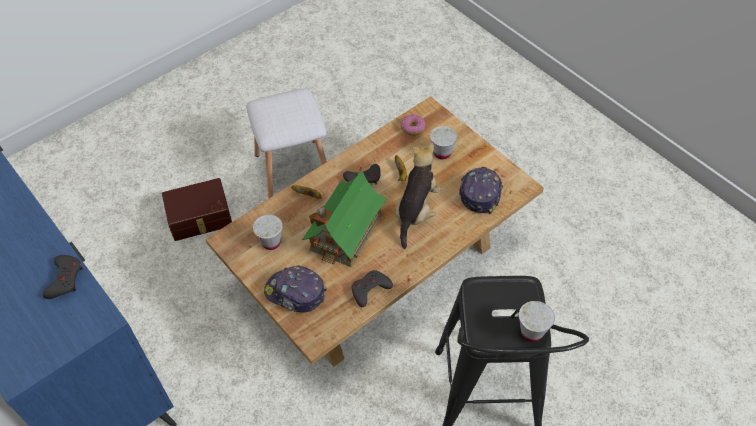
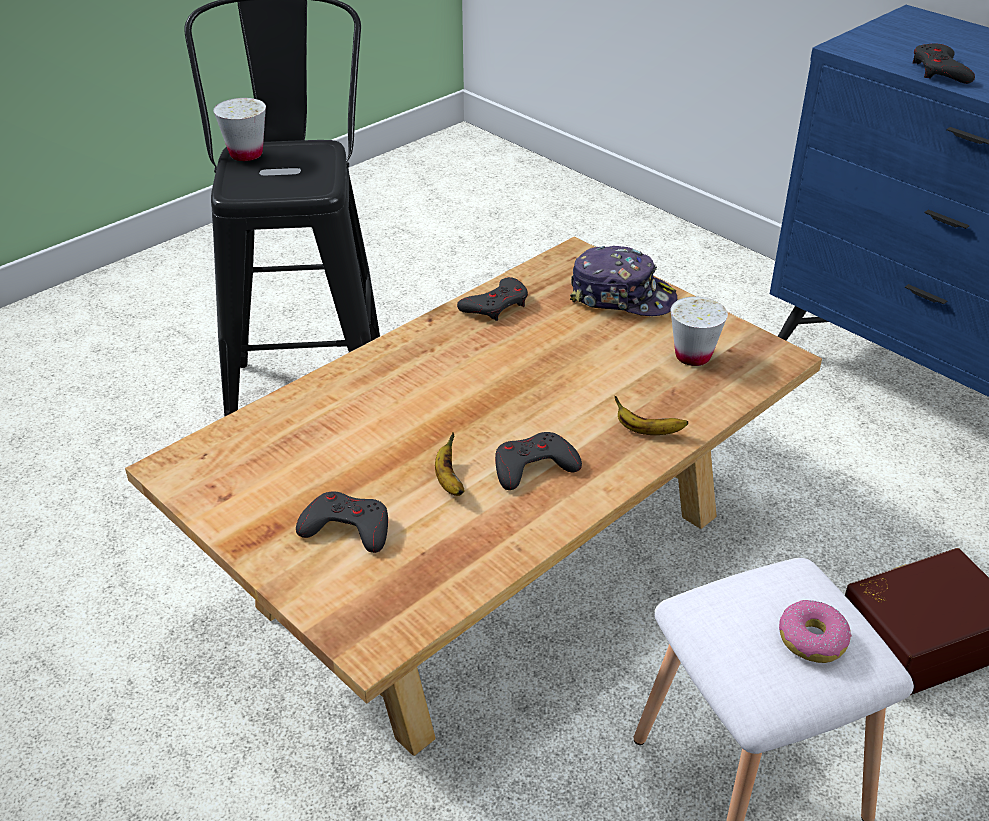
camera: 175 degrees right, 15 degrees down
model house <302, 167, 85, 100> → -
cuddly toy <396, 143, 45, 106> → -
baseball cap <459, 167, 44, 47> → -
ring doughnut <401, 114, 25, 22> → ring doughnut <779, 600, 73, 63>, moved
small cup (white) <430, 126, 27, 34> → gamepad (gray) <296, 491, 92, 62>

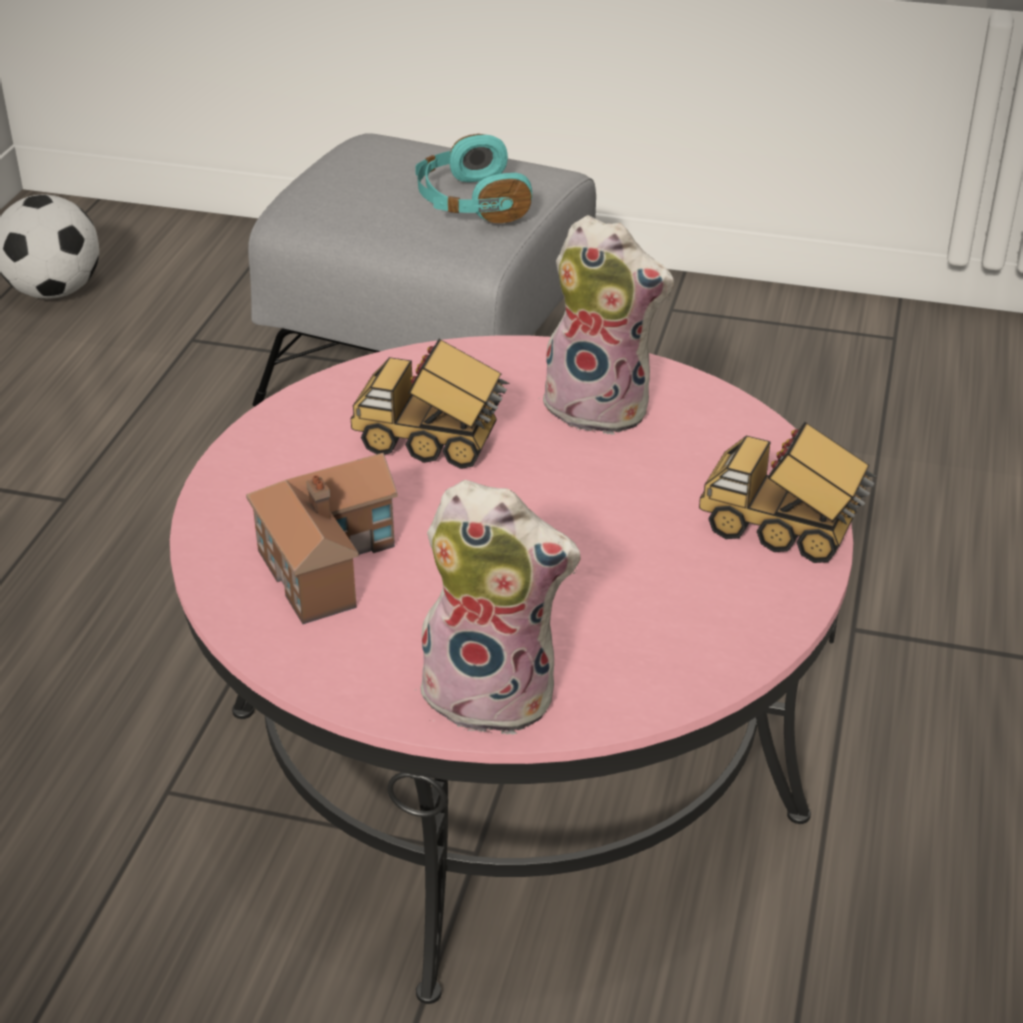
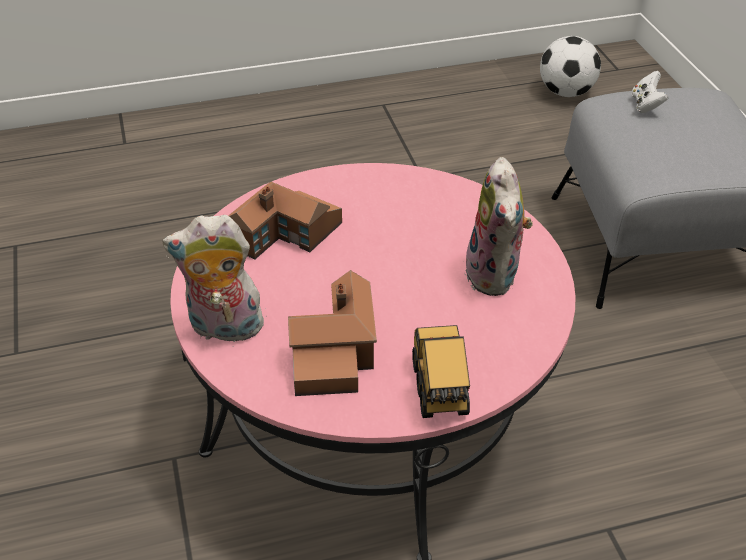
camera: 60 degrees right, 5 degrees up
model truck <351, 339, 159, 130> → -
pair of headphones (blue-green) <416, 134, 116, 89> → -
- → model house <288, 270, 89, 126>
- → gamepad (white) <632, 71, 36, 42>
cuddly toy <415, 480, 165, 255> → cuddly toy <162, 215, 104, 129>, 105 degrees clockwise

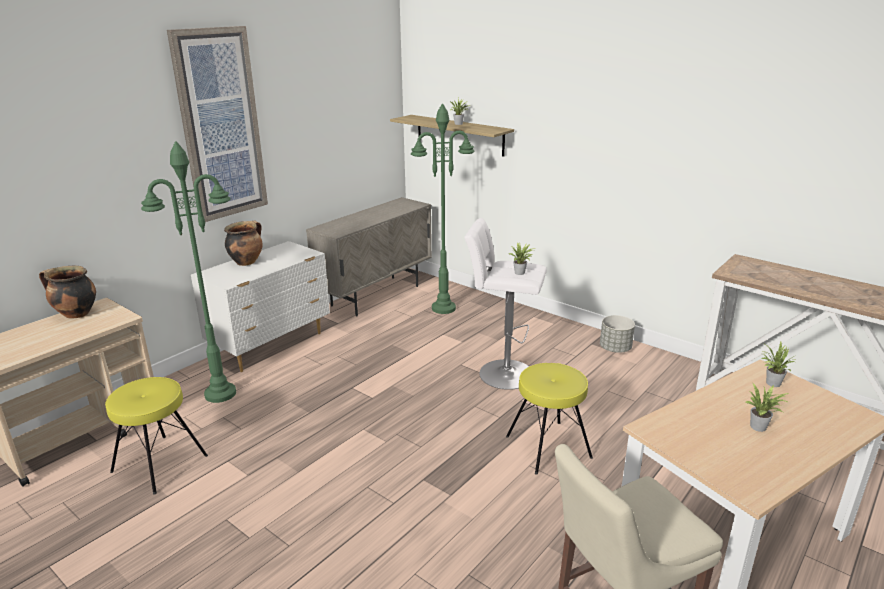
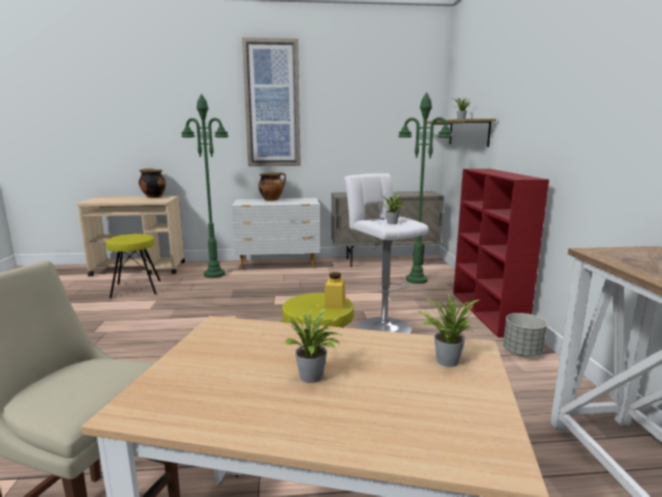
camera: 45 degrees right, 10 degrees down
- → storage jar (yellowish) <324, 272, 21, 37>
- → shelving unit (reddish) <453, 169, 96, 169>

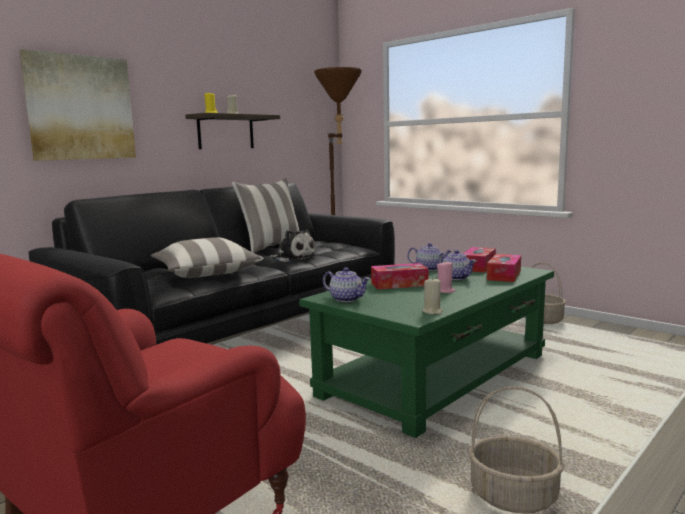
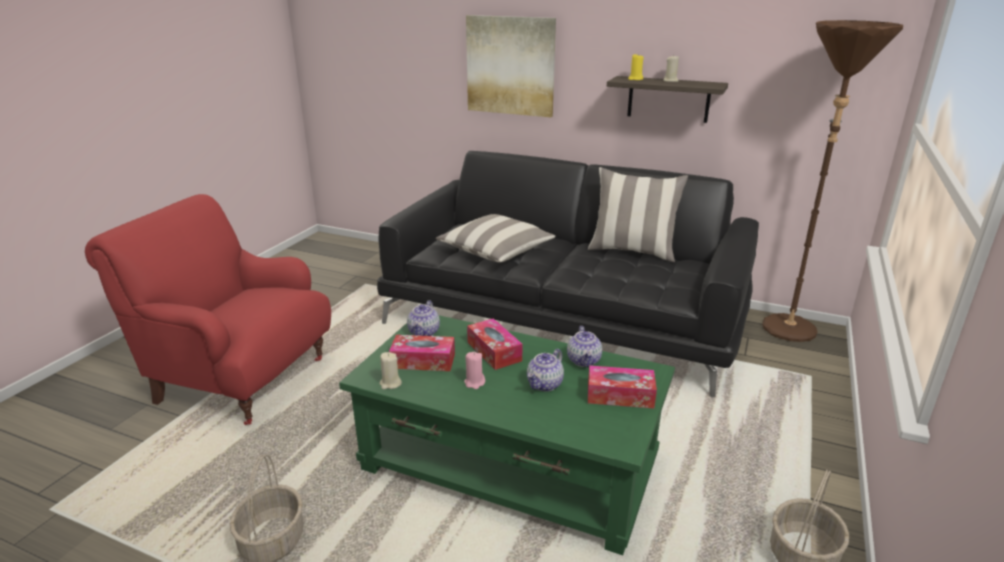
camera: 70 degrees right, 15 degrees up
cuddly toy <271, 230, 45, 32> → -
tissue box <487, 254, 34, 28> → tissue box <389, 335, 66, 36>, moved

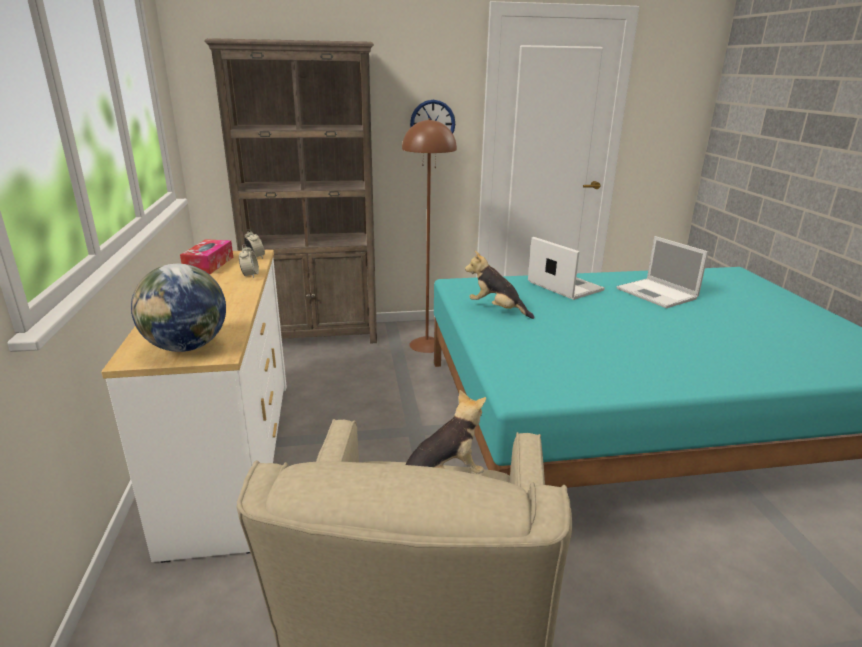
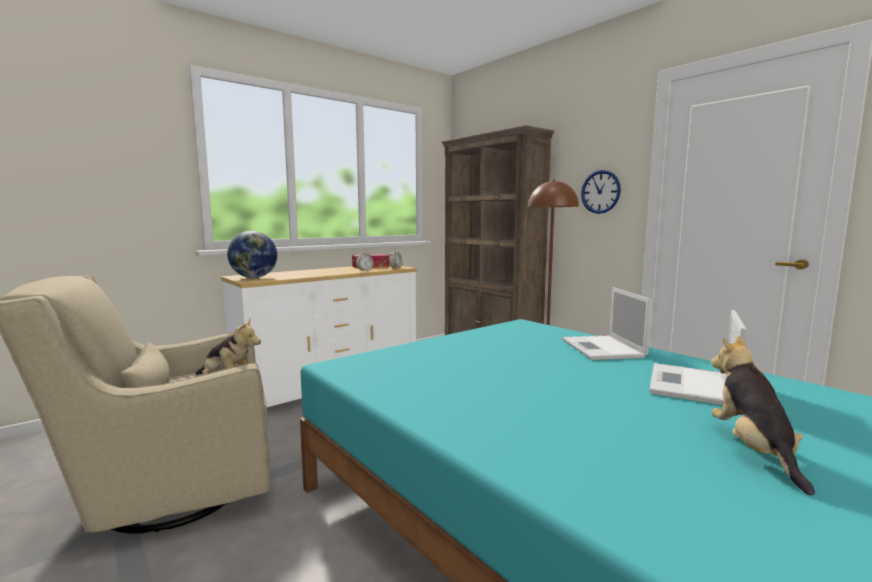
camera: 60 degrees right, 15 degrees down
cuddly toy <465, 251, 70, 68> → cuddly toy <711, 336, 104, 159>, moved
portable computer <528, 237, 77, 63> → portable computer <562, 287, 90, 73>, 150 degrees clockwise

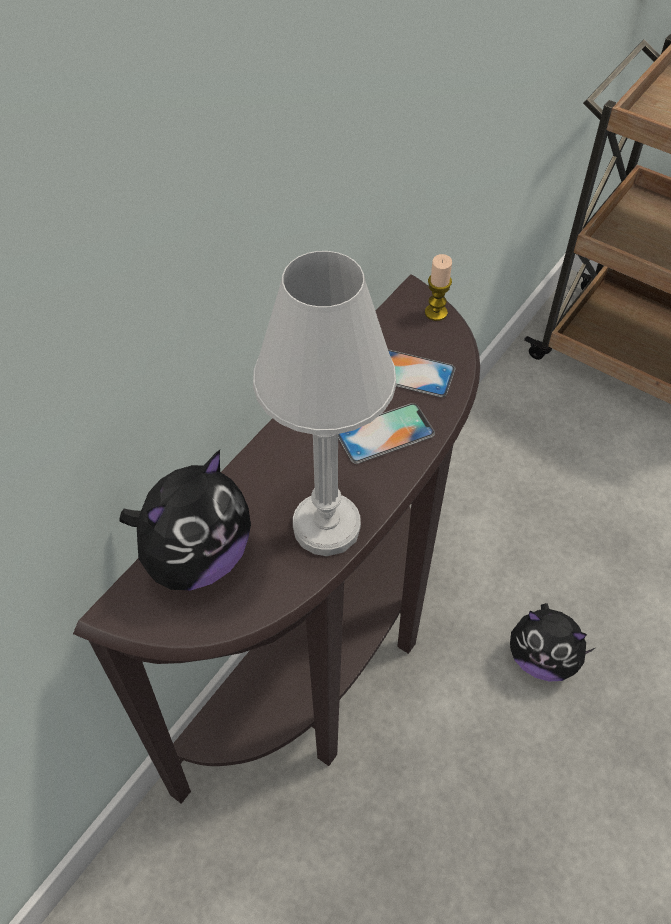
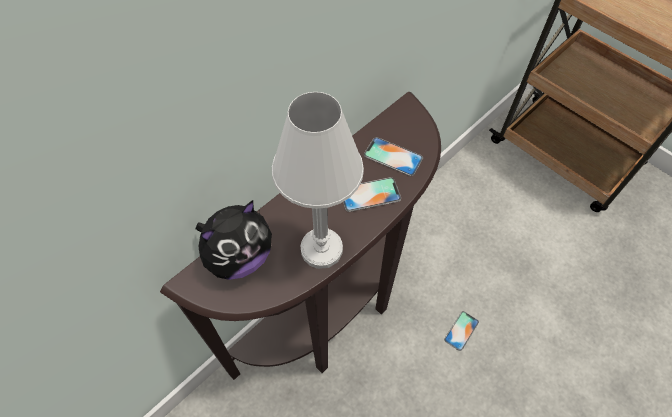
camera: 10 degrees right, 5 degrees up
wax candle <425, 254, 27, 67> → -
cuddly toy <510, 603, 85, 78> → handset <444, 311, 35, 40>

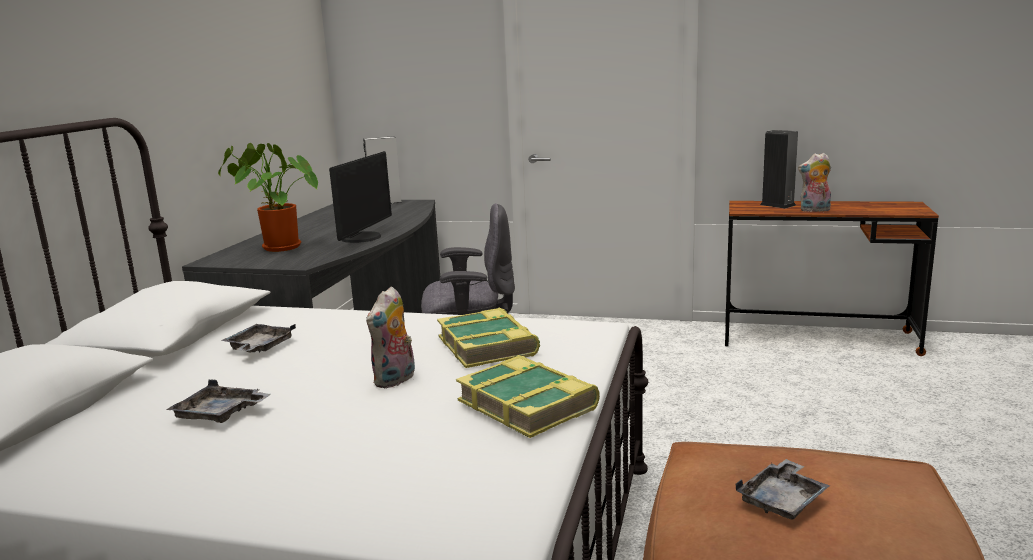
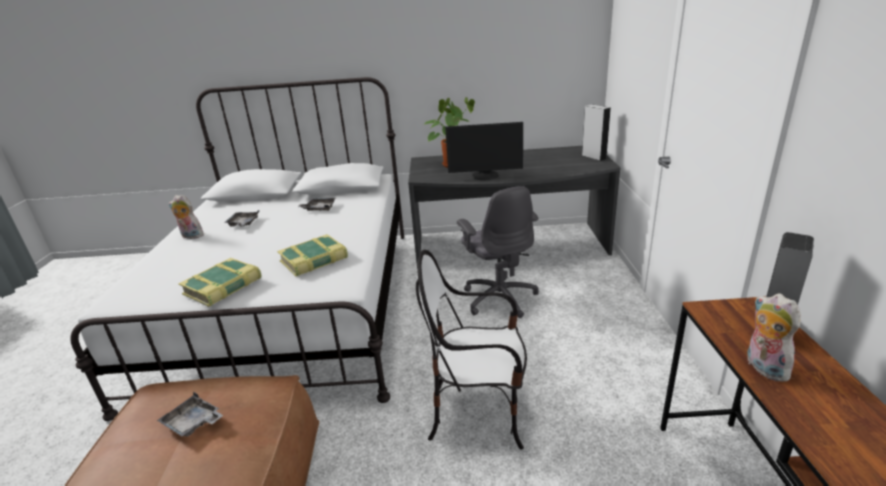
camera: 75 degrees right, 10 degrees up
- → upright chair <416, 250, 111, 200>
cuddly toy <366, 287, 49, 101> → cuddly toy <169, 195, 35, 44>, moved

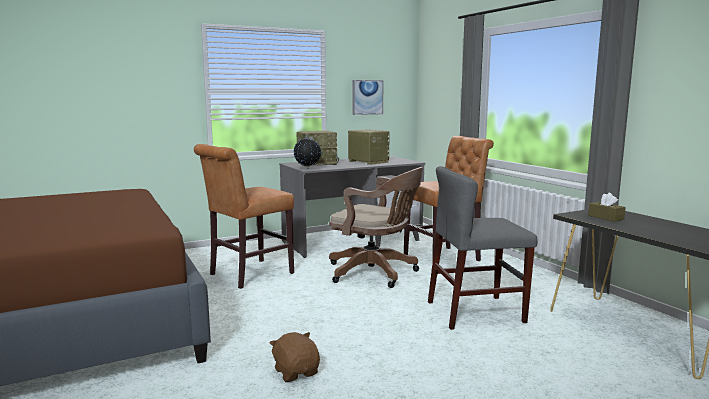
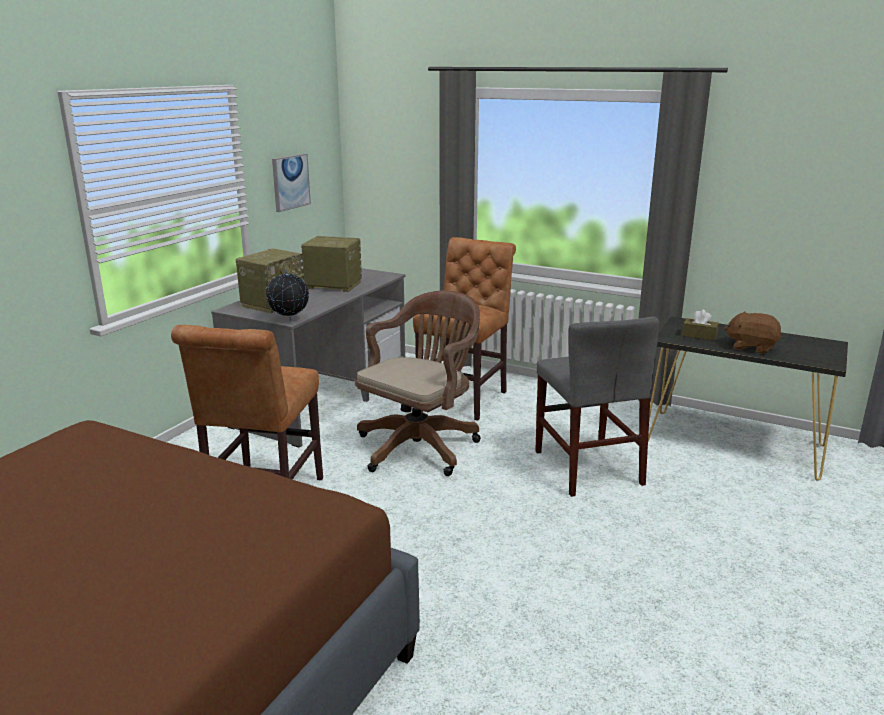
camera: 35 degrees left, 10 degrees up
cuddly toy (brown-coloured) <269, 332, 51, 50> → cuddly toy (brown-coloured) <724, 312, 58, 42>, moved
computer chair (brown-coloured) <329, 167, 94, 121> → computer chair (brown-coloured) <355, 291, 126, 185>, 45 degrees counterclockwise
upright chair (gray) <428, 166, 110, 164> → upright chair (gray) <535, 316, 124, 181>, 60 degrees counterclockwise

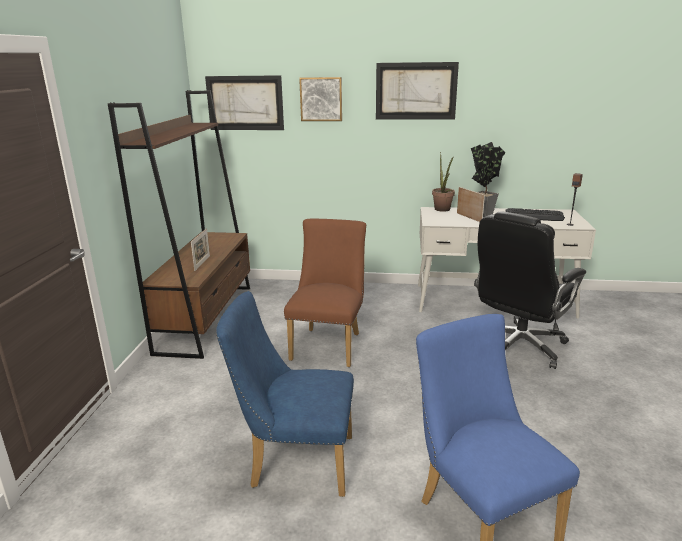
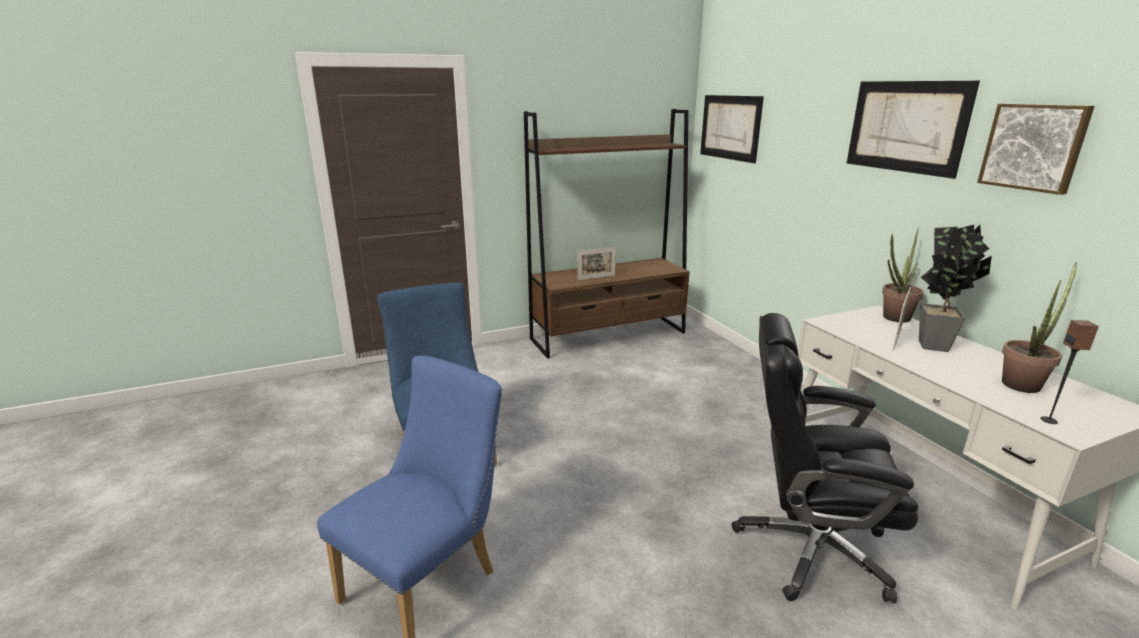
camera: 60 degrees right, 0 degrees up
upright chair (brown-coloured) <284, 218, 82, 149> → -
picture <299, 77, 43, 44> → picture <977, 104, 118, 91>, moved
keyboard <505, 208, 60, 13> → potted plant <1002, 262, 75, 131>

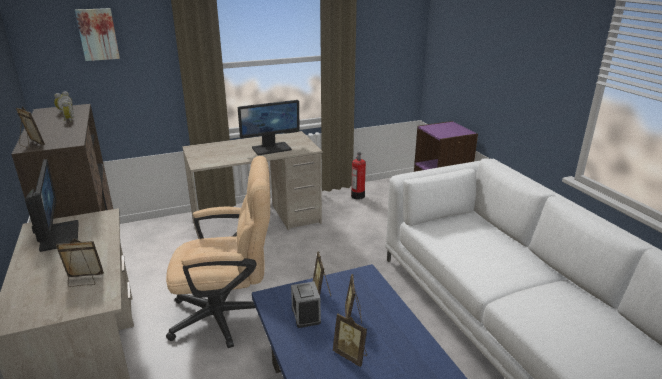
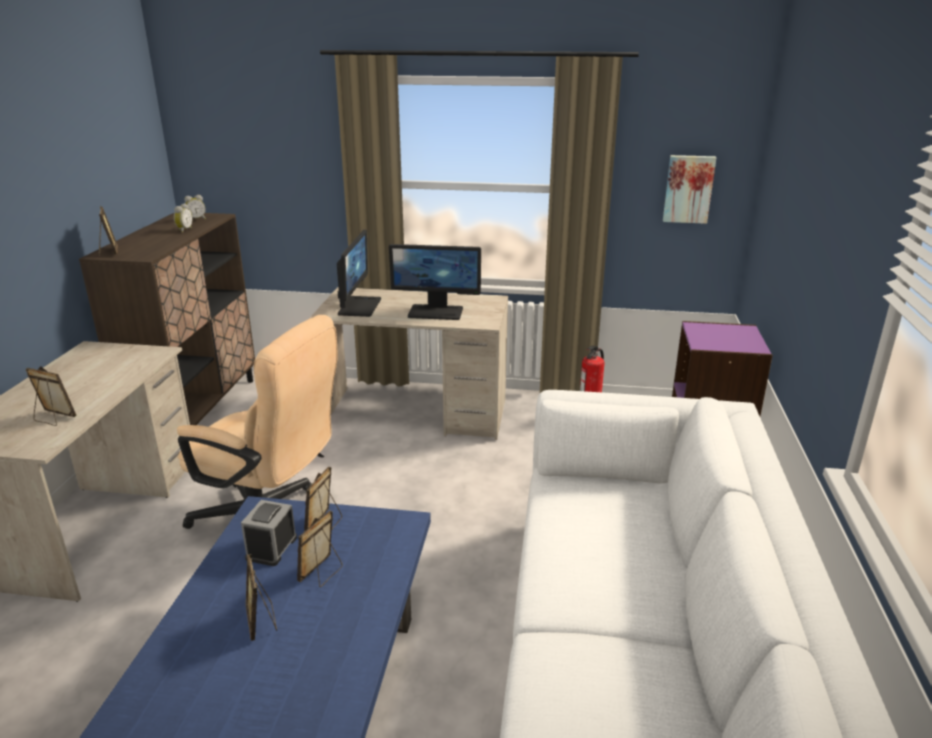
camera: 30 degrees right, 0 degrees up
computer screen <25, 159, 54, 93> → computer screen <337, 230, 44, 87>, moved
picture <75, 8, 45, 53> → picture <663, 155, 53, 69>, moved

